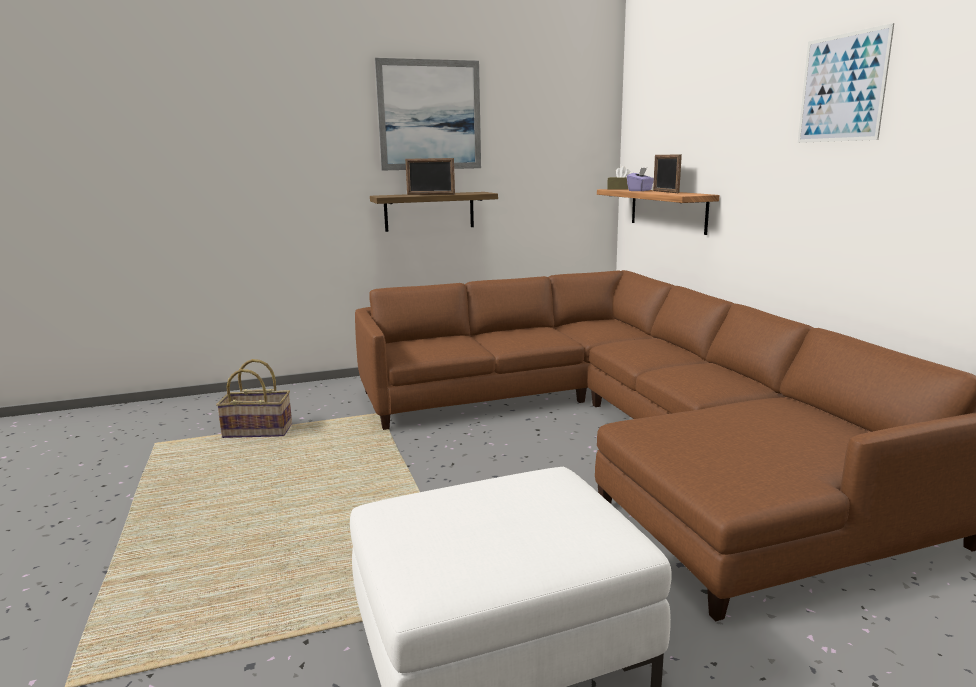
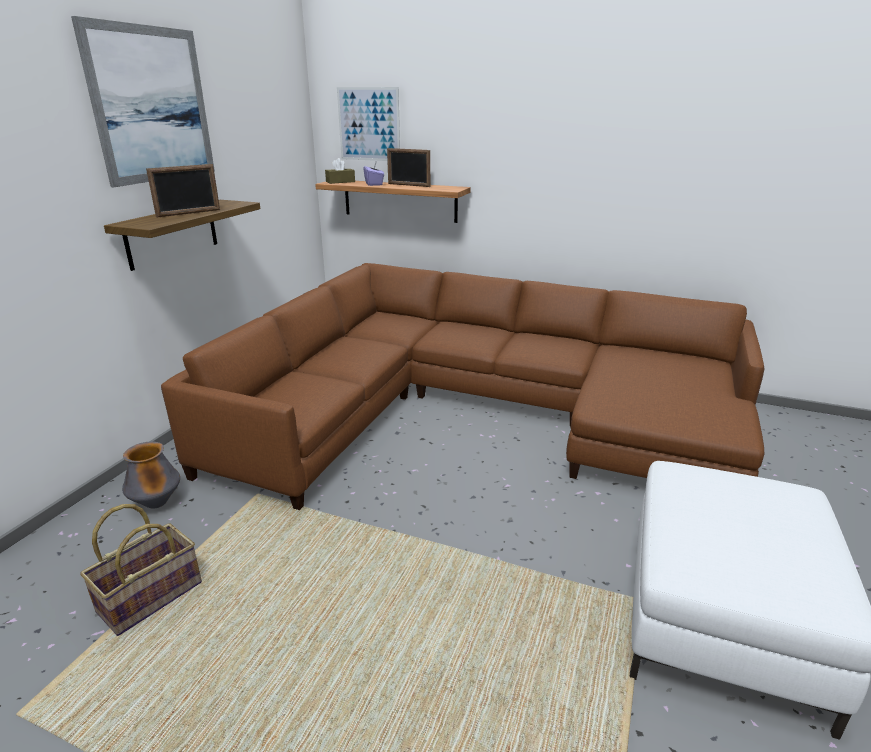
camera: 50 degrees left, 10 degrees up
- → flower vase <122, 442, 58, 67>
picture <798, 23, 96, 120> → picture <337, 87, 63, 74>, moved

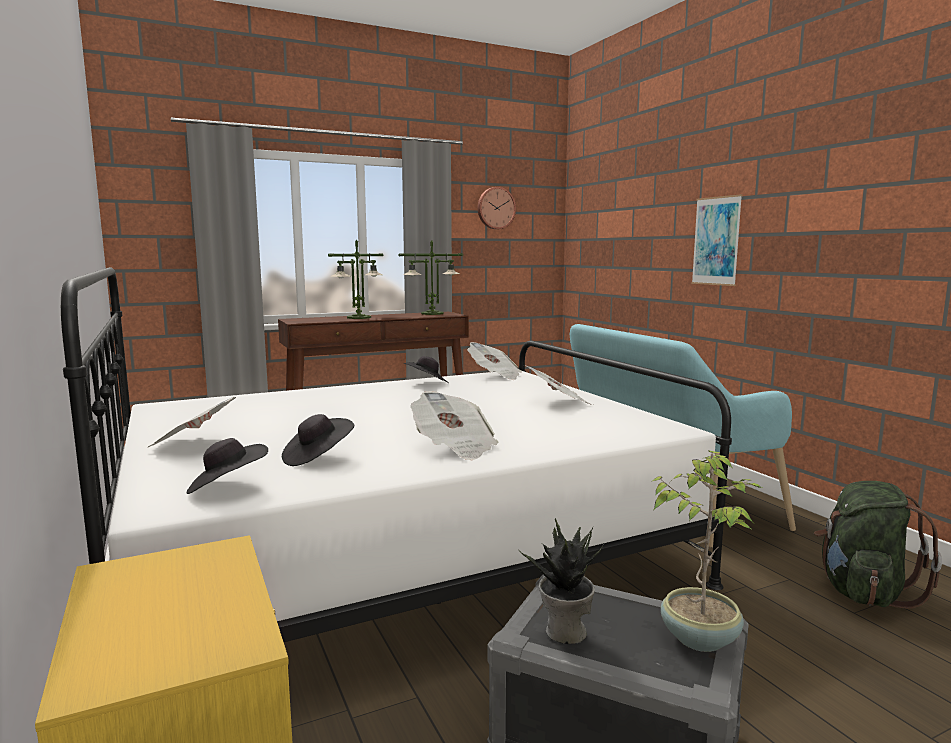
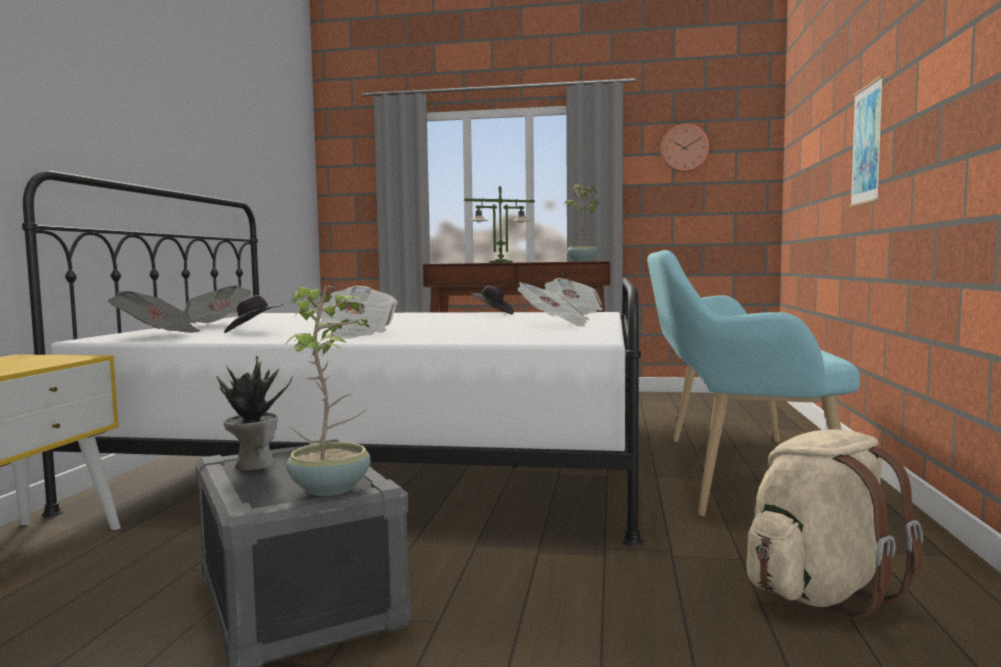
camera: 35 degrees right, 5 degrees down
wearable hat (black-coloured) <187, 438, 81, 56> → daily paper <108, 291, 93, 42>
table lamp <398, 241, 65, 74> → potted plant <564, 184, 35, 78>
rucksack (green) <814, 481, 128, 128> → rucksack (beige-coloured) <747, 429, 177, 191>

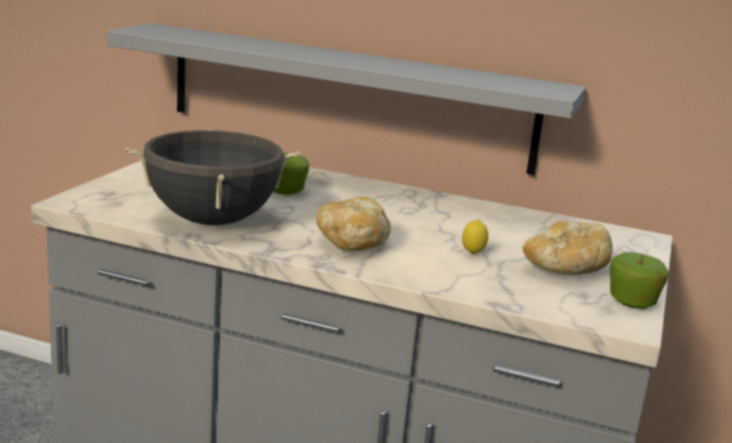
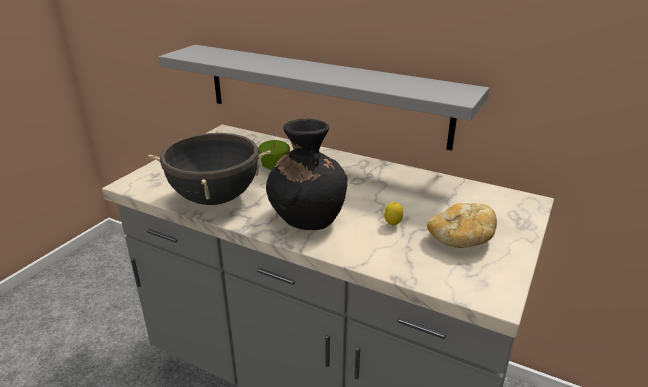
camera: 10 degrees right, 10 degrees up
whole apple <610, 252, 59, 57> → -
bread <316, 197, 75, 54> → flower vase (black-coloured) <266, 118, 82, 112>

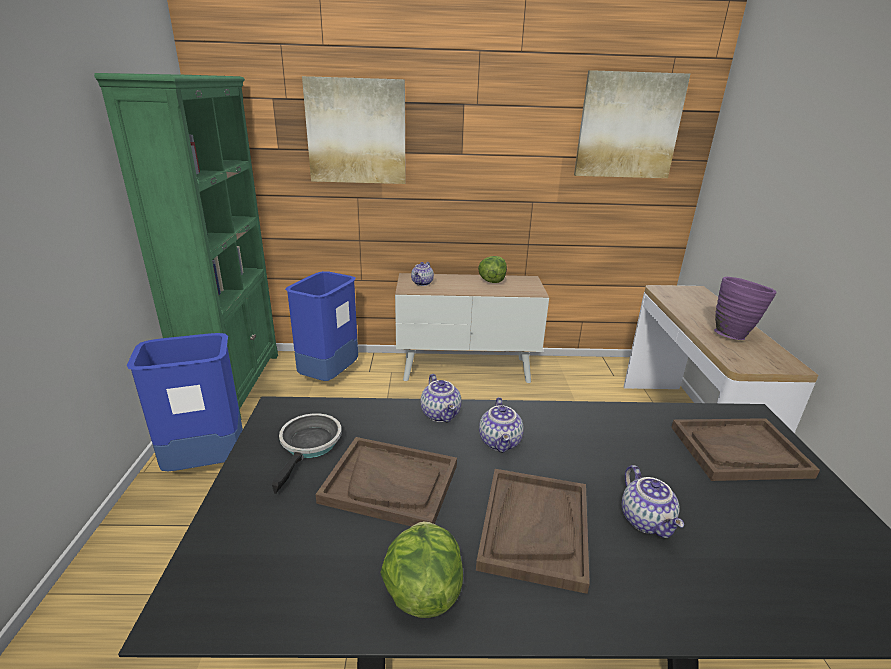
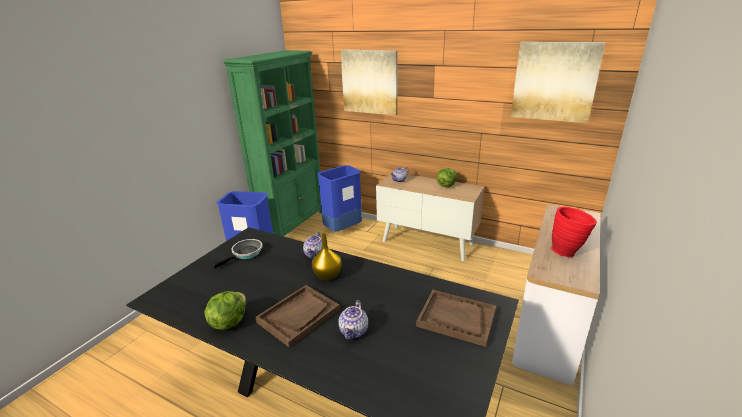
camera: 30 degrees right, 0 degrees up
carrying tray (brown-coloured) <315, 437, 142, 90> → -
tea pot <479, 397, 45, 56> → flower vase (yellowish) <312, 233, 30, 48>
flower vase (purplish) <714, 277, 63, 63> → flower vase (reddish) <551, 207, 46, 50>

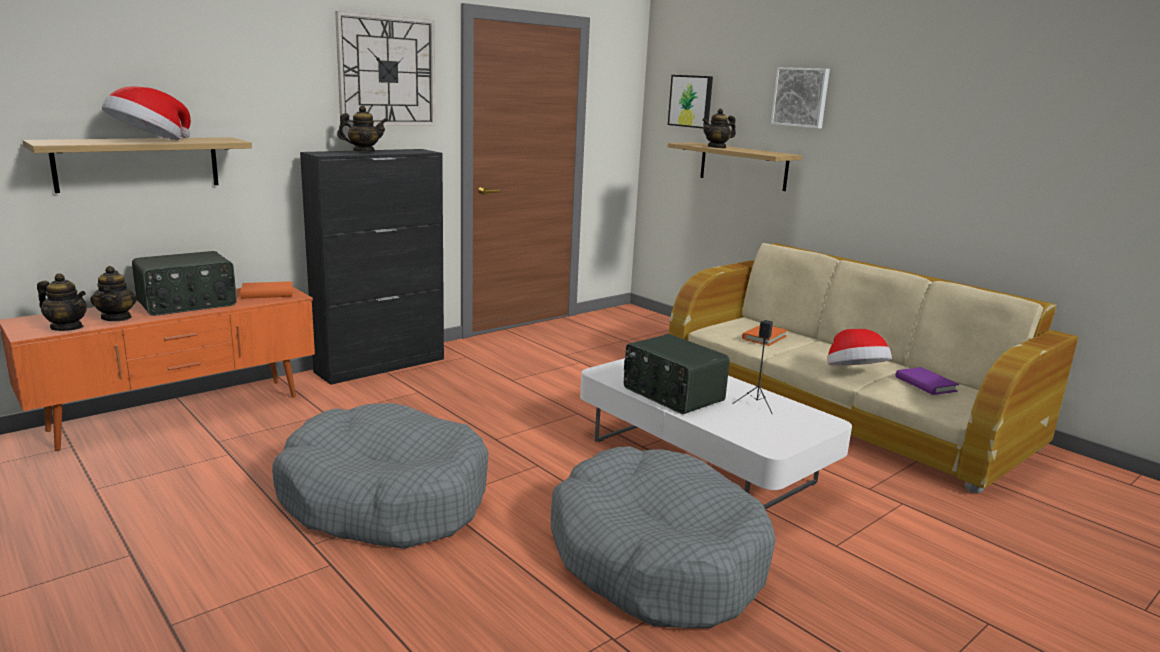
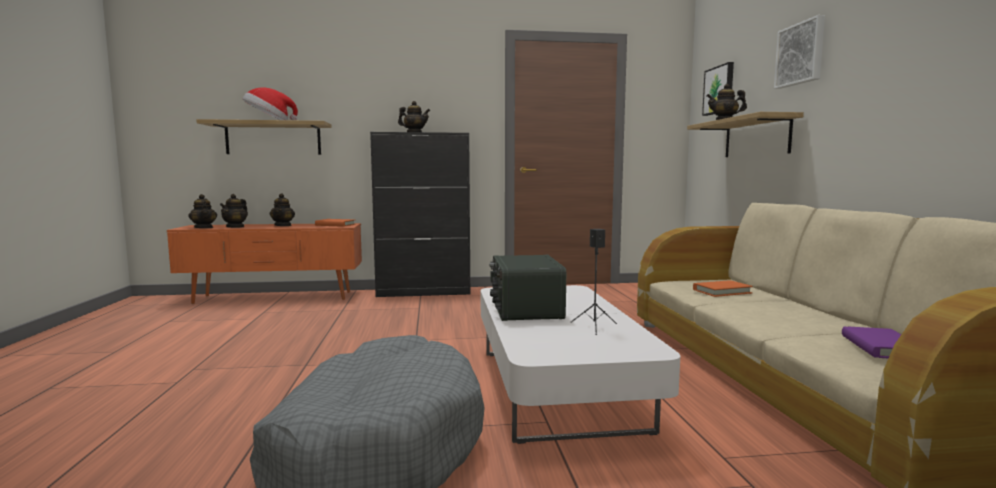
camera: 35 degrees right, 10 degrees down
pet bed (gray) <272, 403, 216, 146> → -
wall clock <335, 11, 101, 115> → -
wearable hat <827, 329, 65, 36> → -
radio <132, 251, 105, 65> → tea pot <270, 193, 25, 33>

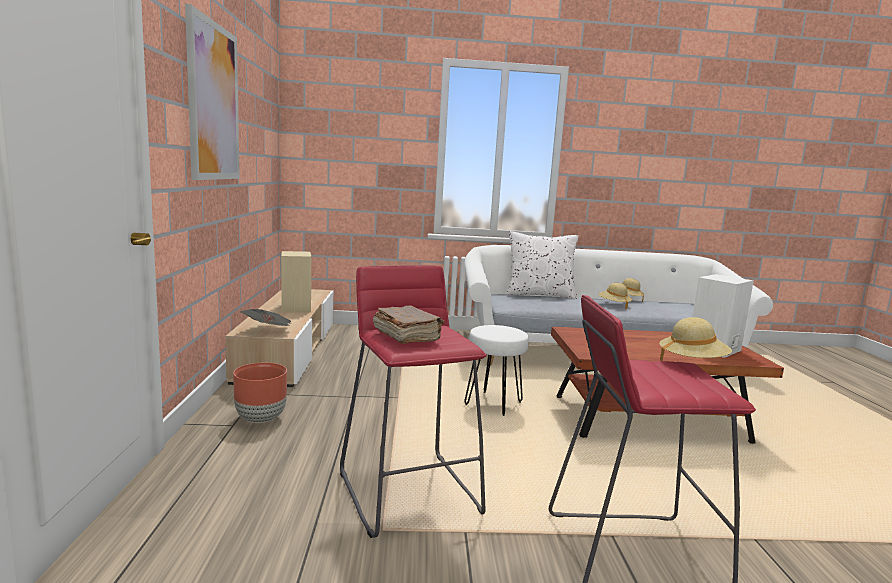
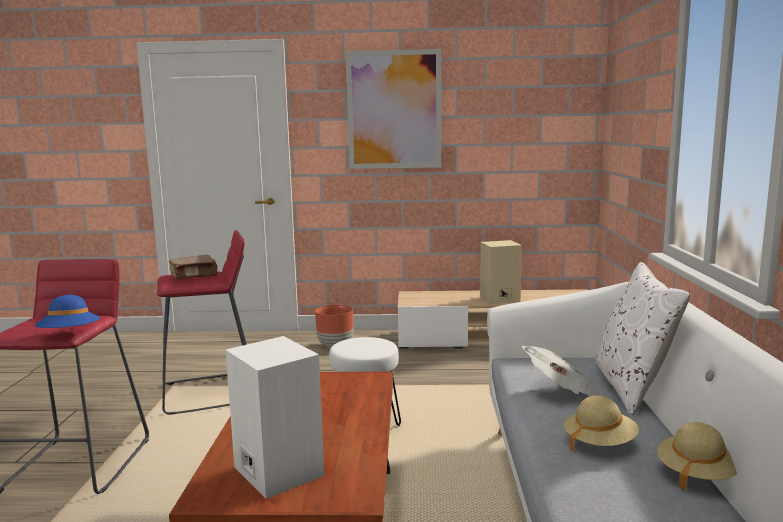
camera: 95 degrees right, 0 degrees up
daily paper <240, 309, 52, 17> → daily paper <522, 346, 76, 50>, moved
wearable hat (beige-coloured) <659, 317, 73, 45> → wearable hat (blue-coloured) <35, 295, 65, 33>

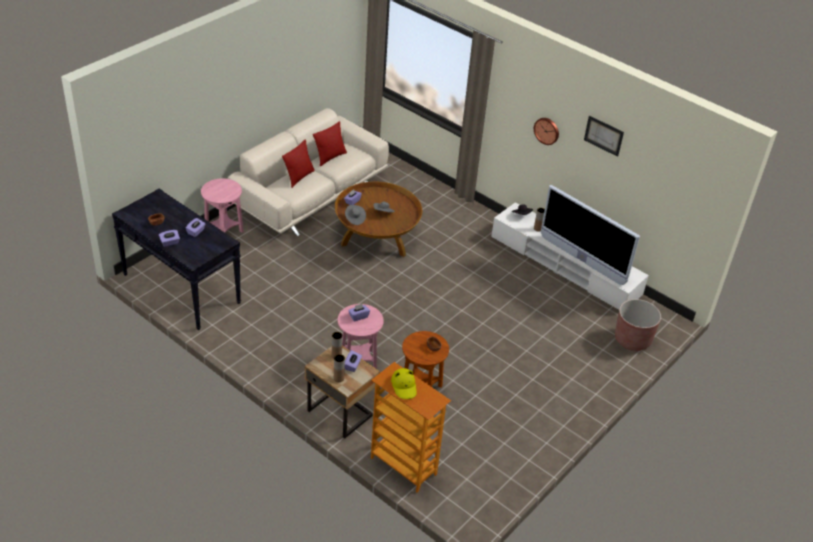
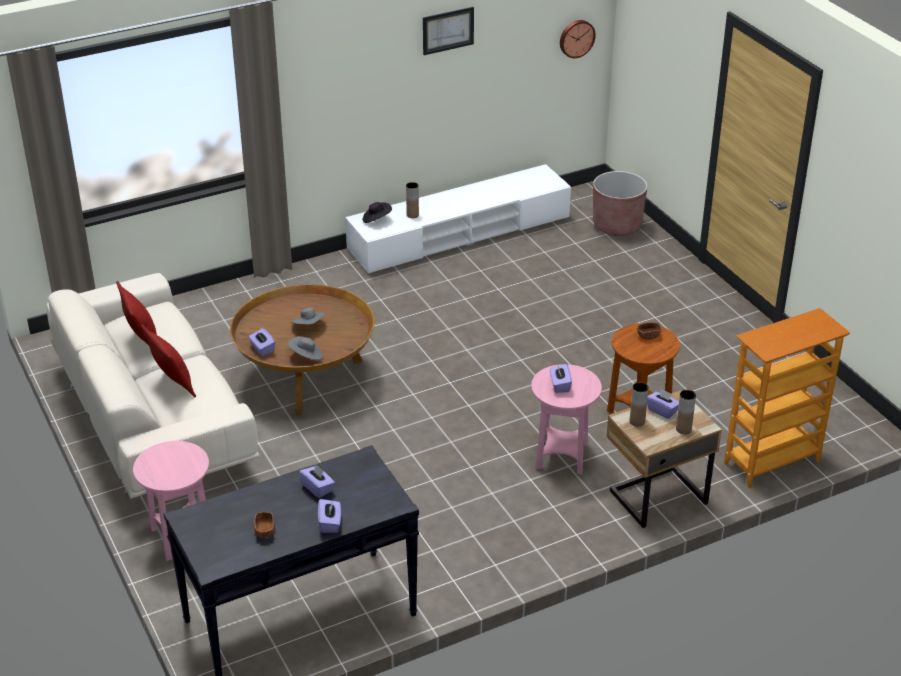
camera: 65 degrees left, 5 degrees down
wearable hat (yellowish) <391, 368, 26, 31> → -
TV set <541, 185, 99, 100> → -
wall clock <534, 118, 25, 27> → wall clock <560, 20, 36, 38>, moved

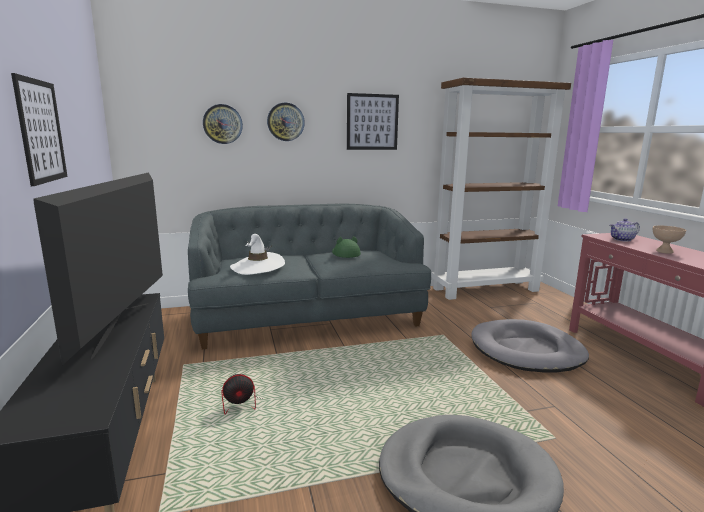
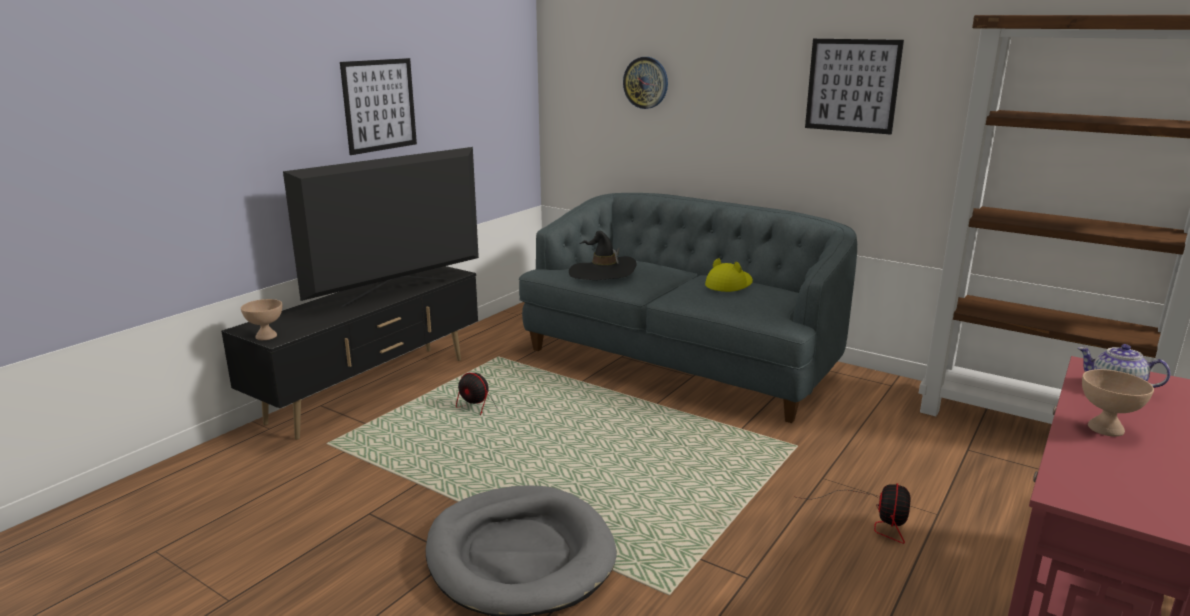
camera: 50 degrees right, 5 degrees up
wall clock <267, 103, 38, 38> → -
- → serving bowl (beige-coloured) <241, 299, 41, 41>
pet bed (gray) <471, 319, 118, 53> → fan <797, 483, 114, 61>
wearable hat (white) <230, 234, 55, 41> → wearable hat (black-coloured) <569, 231, 68, 49>
wearable hat (green) <332, 236, 29, 22> → wearable hat (yellowish) <705, 258, 48, 34>

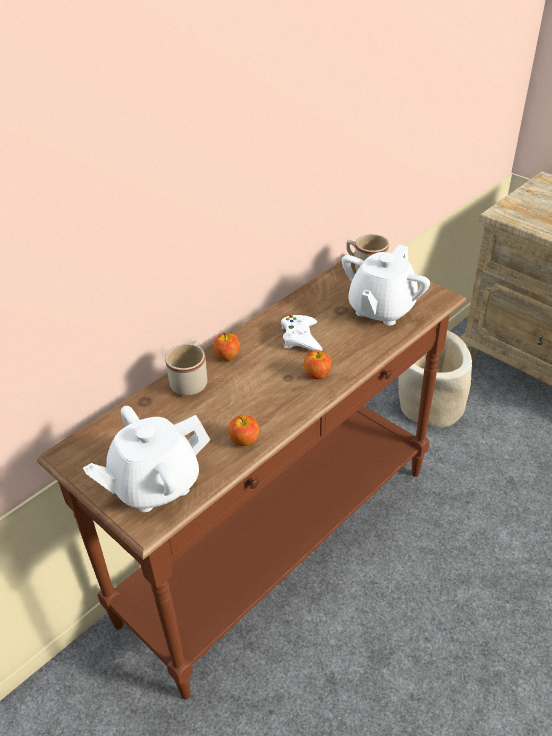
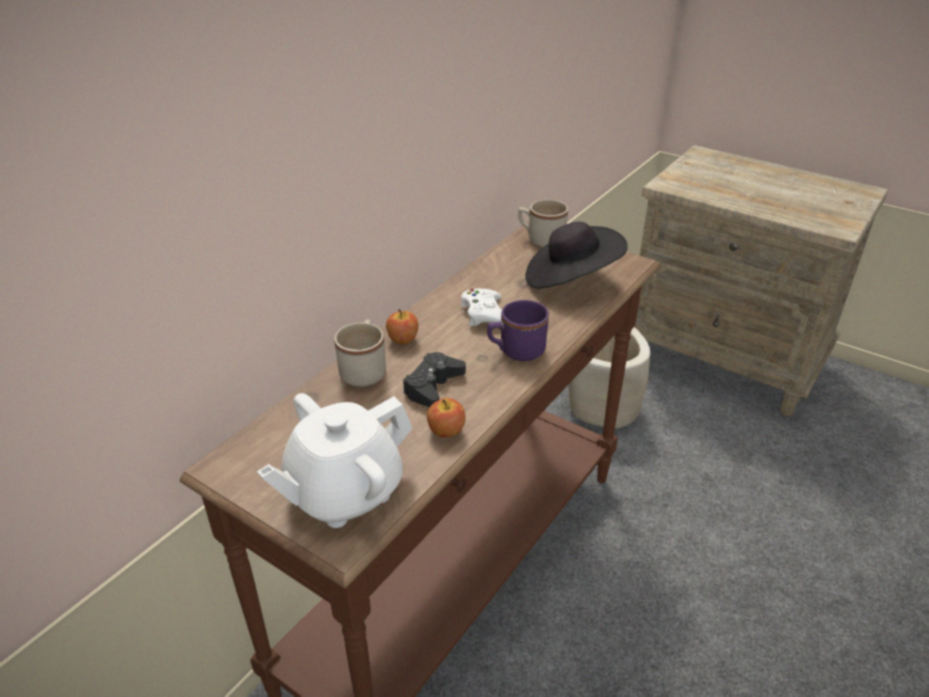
camera: 10 degrees left, 5 degrees down
- → gamepad (black-coloured) <403, 352, 63, 55>
whole apple <304, 350, 27, 29> → mug (purplish) <487, 300, 62, 61>
tea pot (white) <342, 244, 88, 82> → wearable hat (black-coloured) <525, 222, 103, 66>

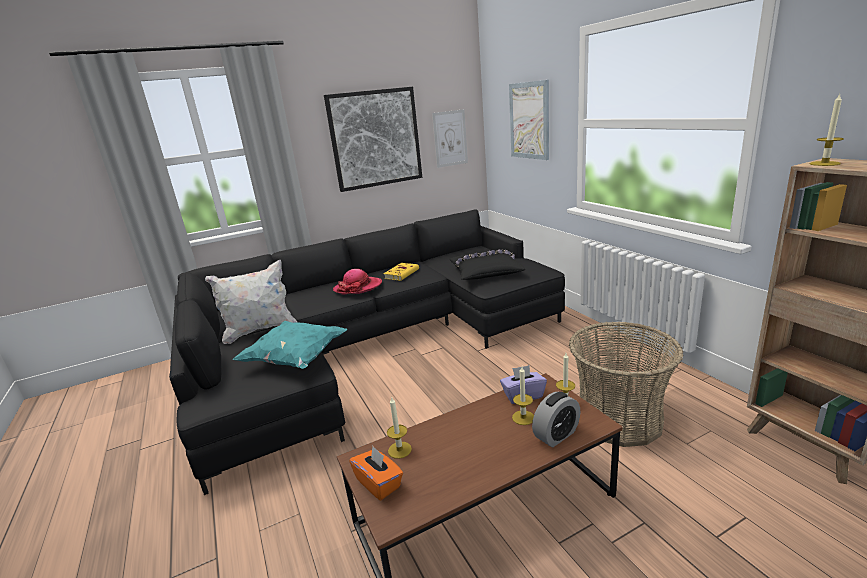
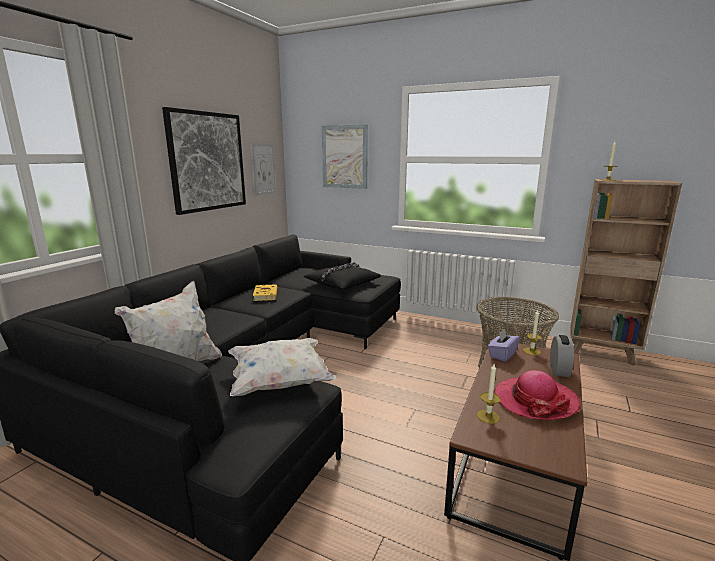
camera: 40 degrees left, 5 degrees down
tissue box (orange-coloured) <349, 446, 54, 54> → -
wax candle <512, 367, 22, 58> → -
wearable hat <333, 269, 49, 26> → wearable hat <494, 370, 86, 50>, moved
throw pillow (blue-green) <232, 321, 115, 48> → throw pillow (white) <228, 338, 108, 58>

